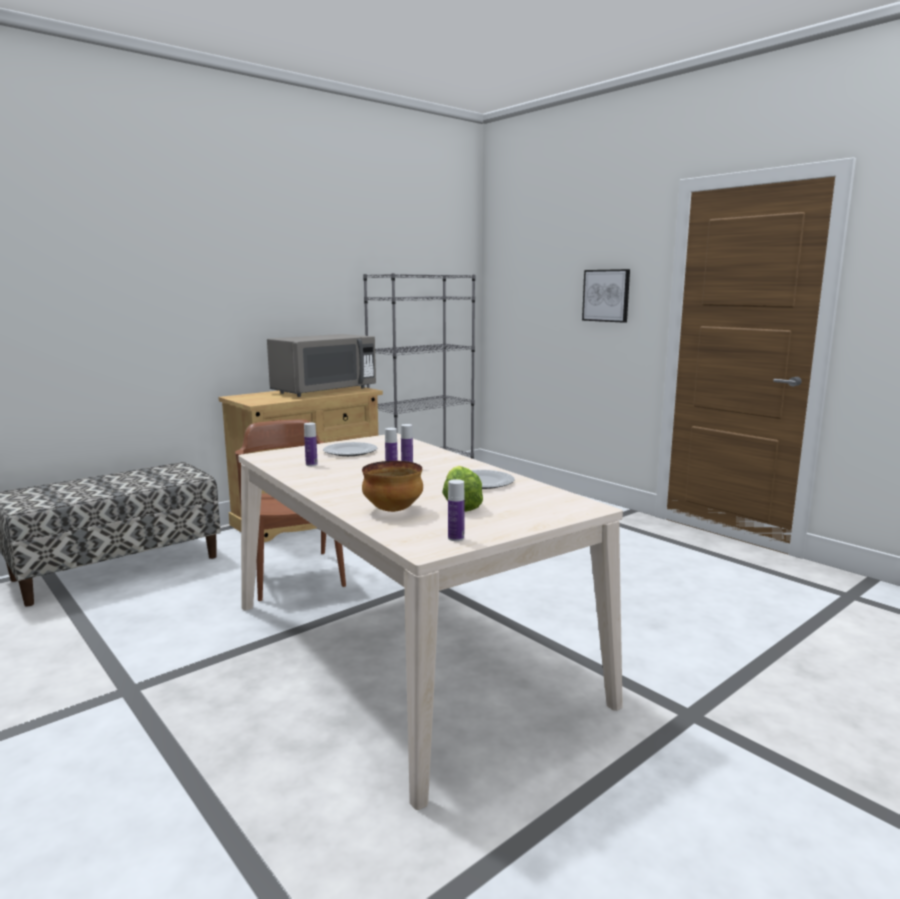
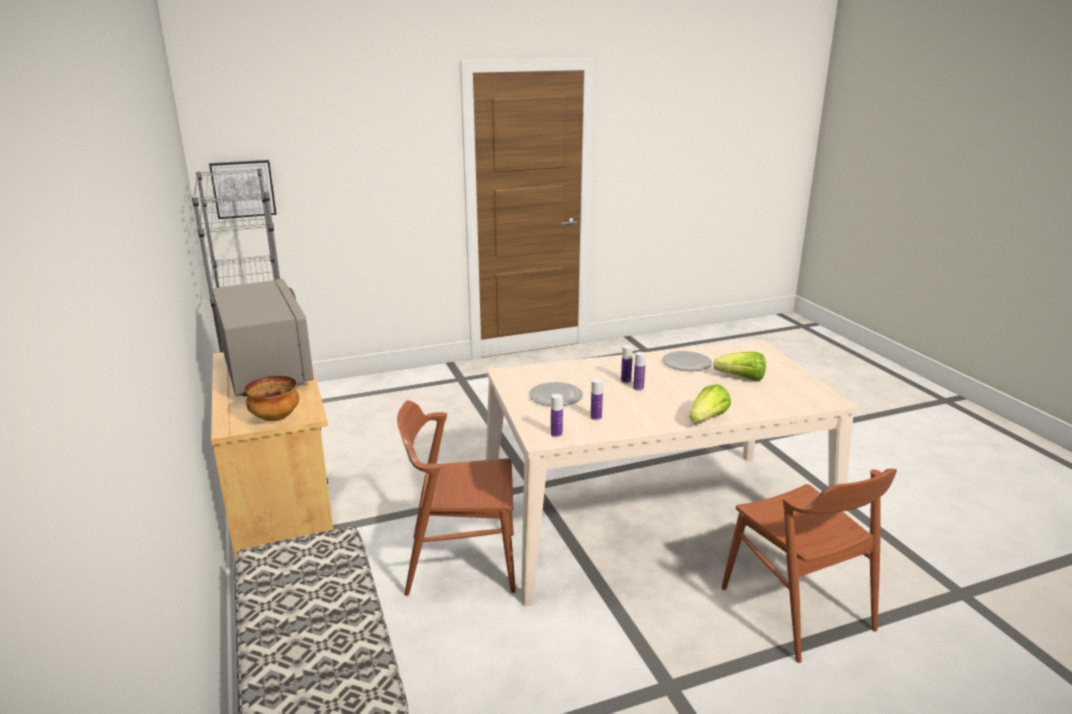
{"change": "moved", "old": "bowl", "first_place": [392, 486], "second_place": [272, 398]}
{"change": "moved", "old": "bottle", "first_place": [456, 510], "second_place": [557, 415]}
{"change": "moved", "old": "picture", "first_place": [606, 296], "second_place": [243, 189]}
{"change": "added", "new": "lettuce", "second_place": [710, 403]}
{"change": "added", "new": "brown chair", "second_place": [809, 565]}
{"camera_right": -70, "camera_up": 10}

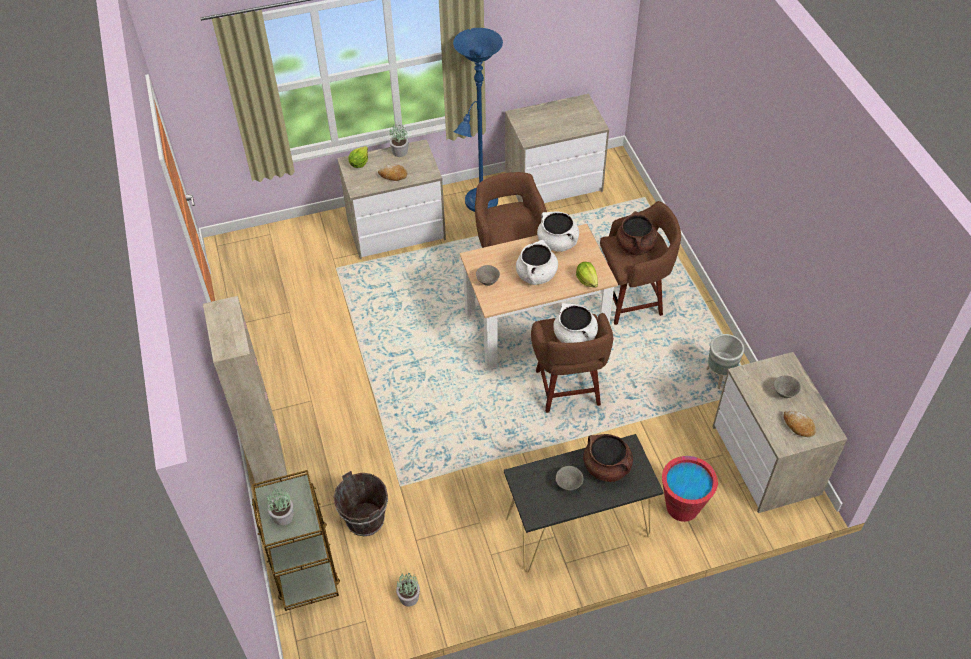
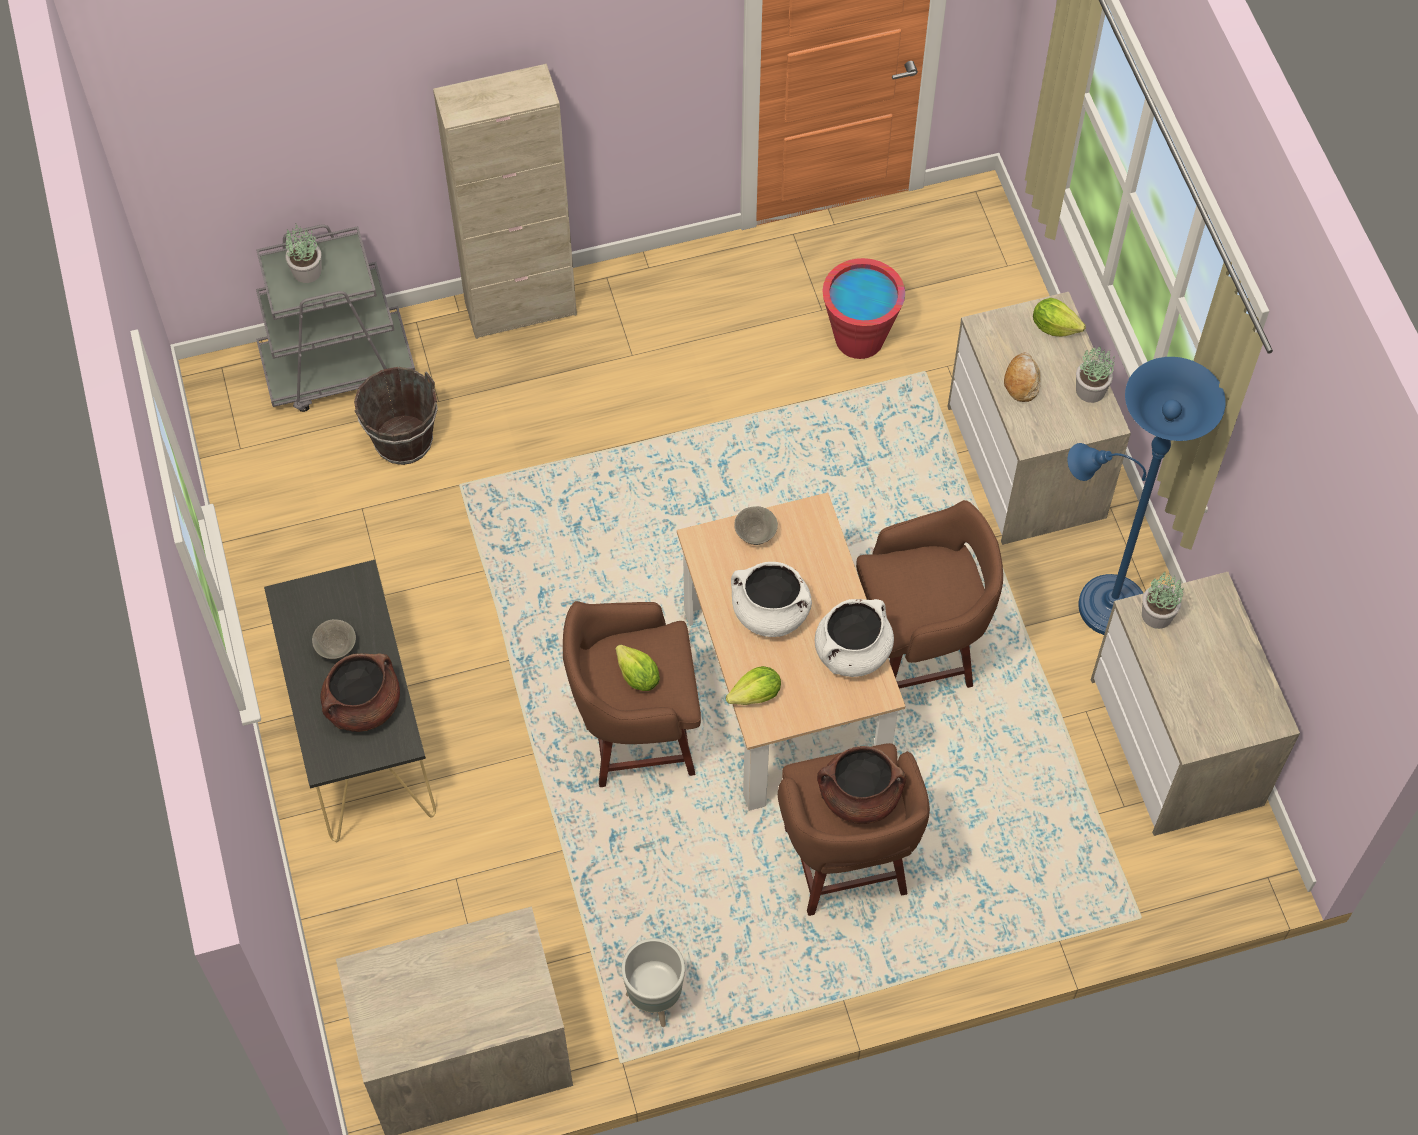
{"change": "recoloured", "old": "brown cart", "new": "grey cart", "first_place": [296, 540], "second_place": [335, 318]}
{"change": "moved", "old": "potted plant", "first_place": [408, 590], "second_place": [1163, 600]}
{"change": "replaced", "old": "white cooking pot", "new": "lettuce", "first_place": [575, 323], "second_place": [638, 667]}
{"change": "moved", "old": "red bucket", "first_place": [690, 489], "second_place": [864, 308]}
{"change": "removed", "old": "grey bowl", "first_place": [787, 386]}
{"change": "removed", "old": "bread", "first_place": [800, 424]}
{"camera_right": 90, "camera_up": 10}

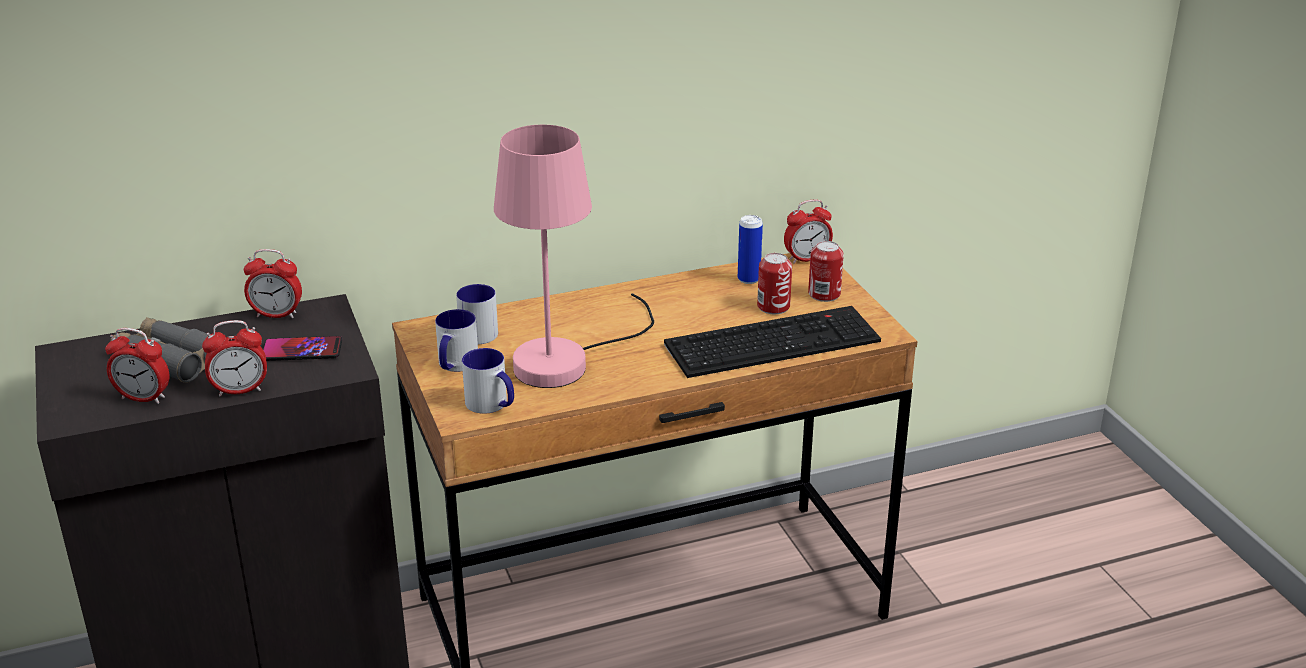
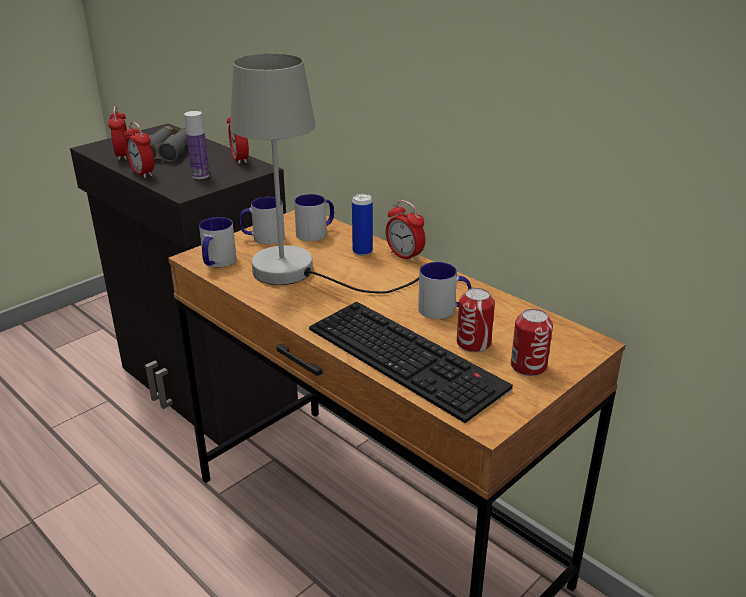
{"change": "replaced", "old": "phone", "new": "bottle", "first_place": [302, 348], "second_place": [197, 145]}
{"change": "recoloured", "old": "pink table lamp", "new": "grey table lamp", "first_place": [574, 256], "second_place": [324, 174]}
{"change": "moved", "old": "can", "first_place": [750, 249], "second_place": [362, 225]}
{"change": "moved", "old": "alarm clock", "first_place": [808, 231], "second_place": [406, 231]}
{"change": "added", "new": "mug", "second_place": [444, 290]}
{"camera_right": 65, "camera_up": 0}

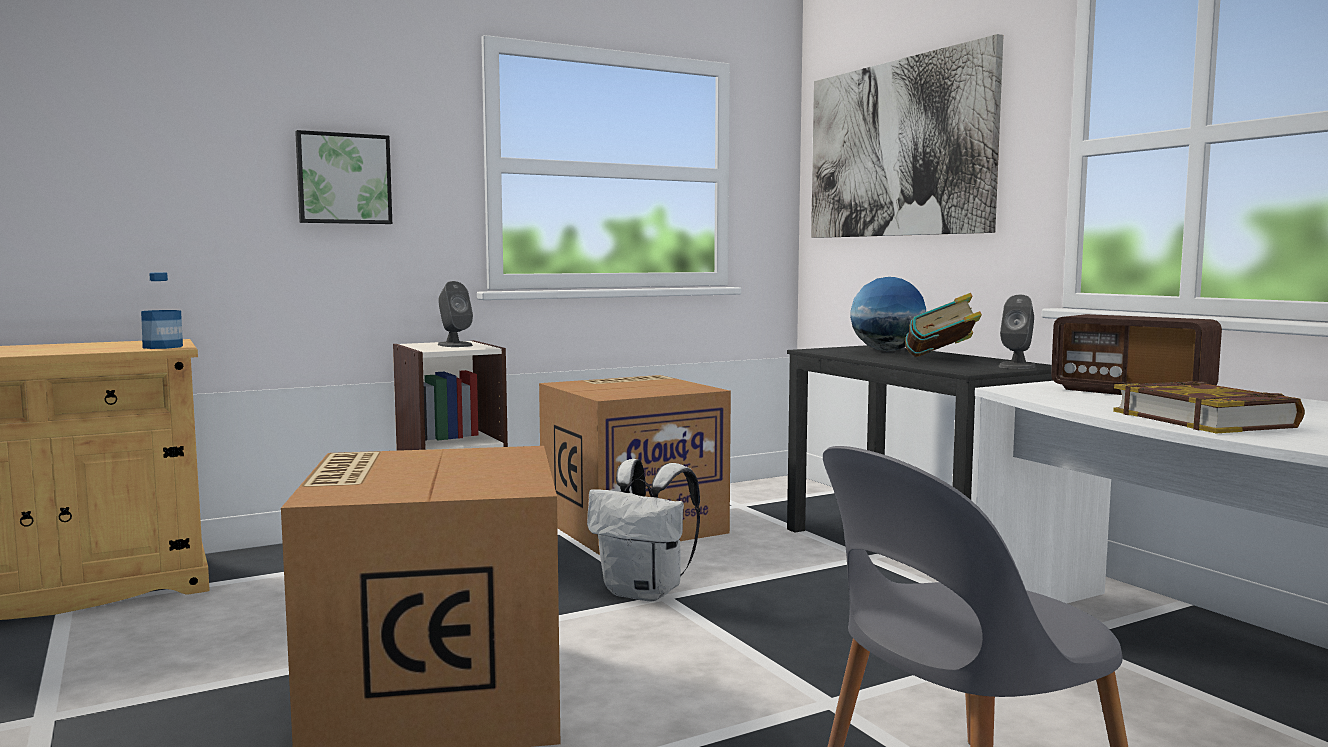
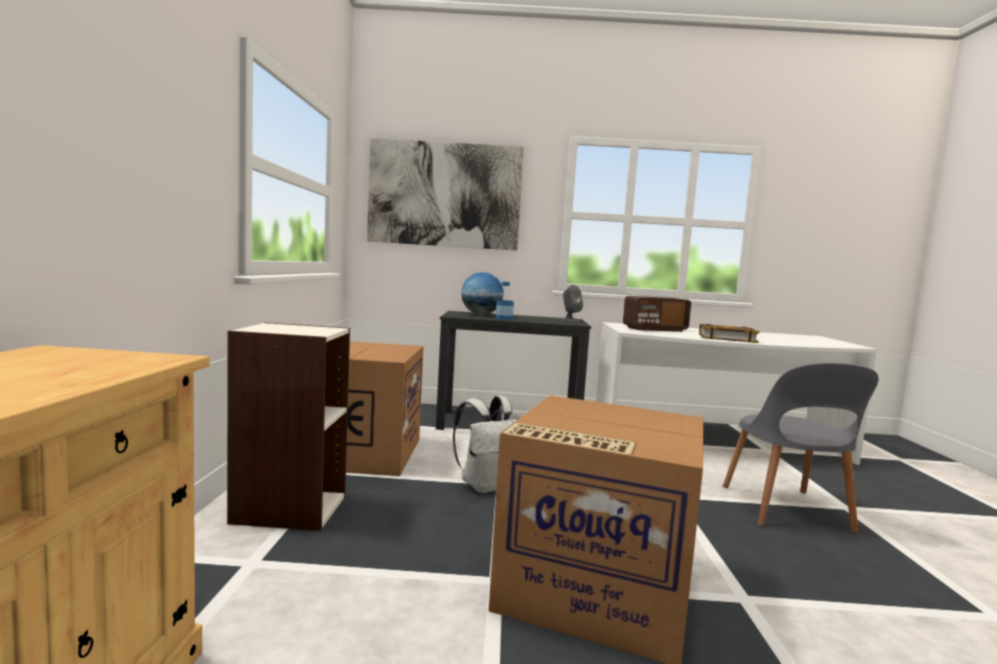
{"change": "moved", "old": "bottle", "first_place": [162, 310], "second_place": [505, 300]}
{"change": "removed", "old": "picture", "first_place": [343, 177]}
{"change": "removed", "old": "grey speaker", "first_place": [455, 314]}
{"change": "removed", "old": "book", "first_place": [943, 325]}
{"camera_right": -60, "camera_up": 0}

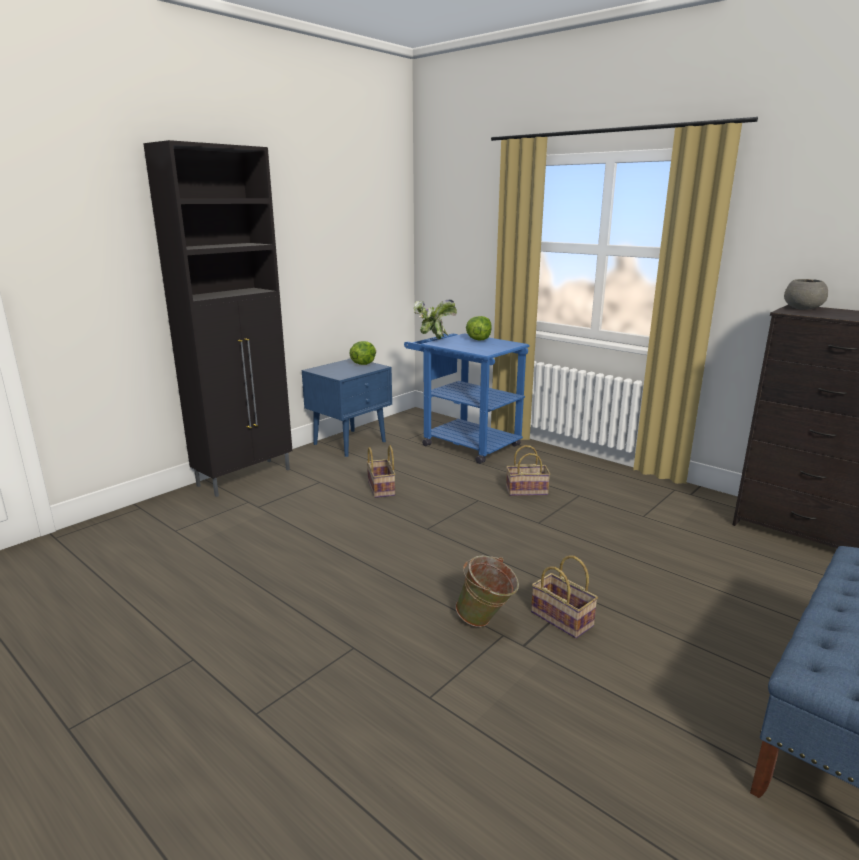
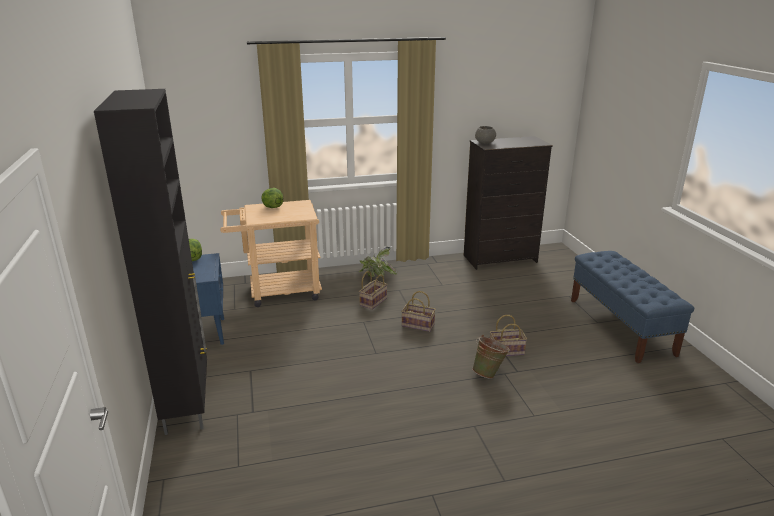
{"change": "moved", "old": "basket", "first_place": [381, 471], "second_place": [418, 311]}
{"change": "recoloured", "old": "blue cart", "new": "beige cart", "first_place": [467, 398], "second_place": [271, 253]}
{"change": "moved", "old": "potted plant", "first_place": [435, 319], "second_place": [378, 262]}
{"camera_right": -55, "camera_up": 5}

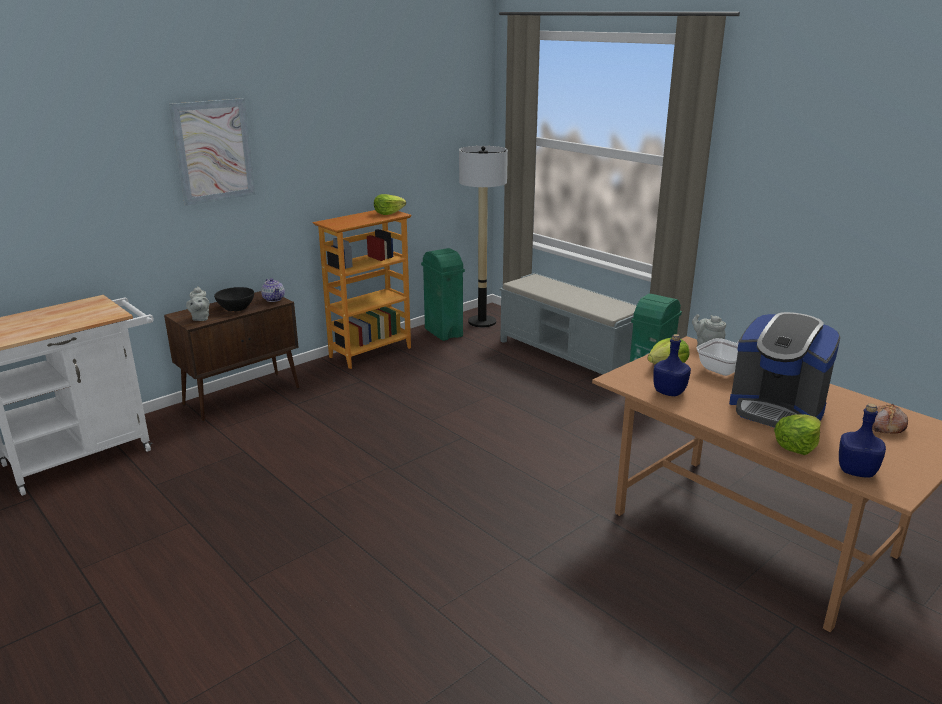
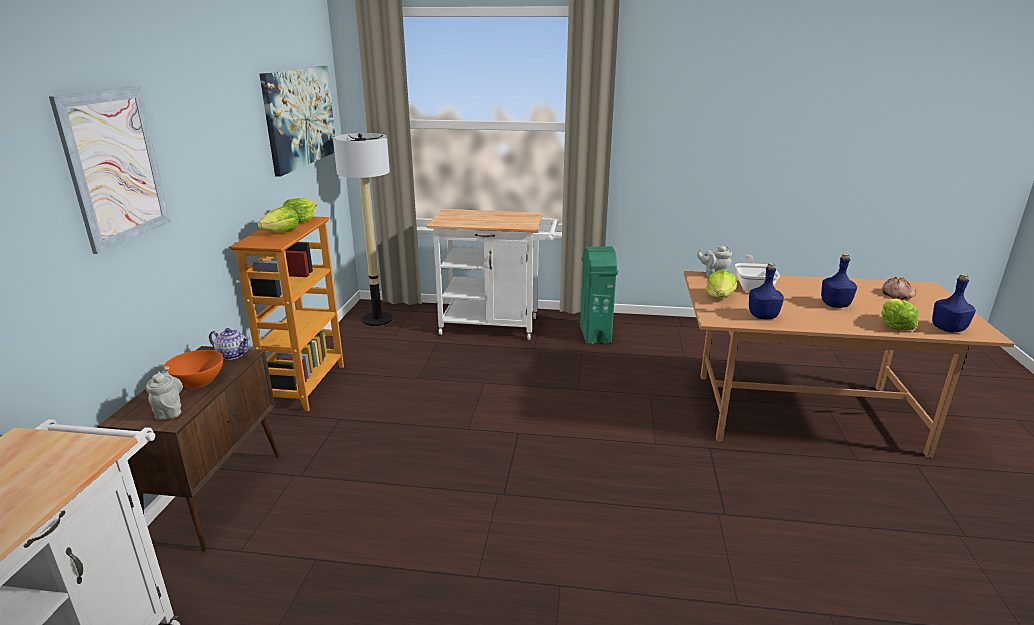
{"change": "turned", "old": "grey teapot", "first_place": [197, 303], "second_place": [164, 393], "degrees": -150}
{"change": "recoloured", "old": "black bowl", "new": "orange bowl", "first_place": [234, 299], "second_place": [193, 369]}
{"change": "removed", "old": "green trash can", "first_place": [443, 294]}
{"change": "replaced", "old": "grey bench", "new": "white cart", "first_place": [568, 324], "second_place": [493, 274]}
{"change": "replaced", "old": "coffee machine", "new": "blue bottle", "first_place": [785, 369], "second_place": [839, 281]}
{"change": "added", "new": "lettuce", "second_place": [278, 219]}
{"change": "added", "new": "picture", "second_place": [297, 121]}
{"camera_right": -40, "camera_up": 0}

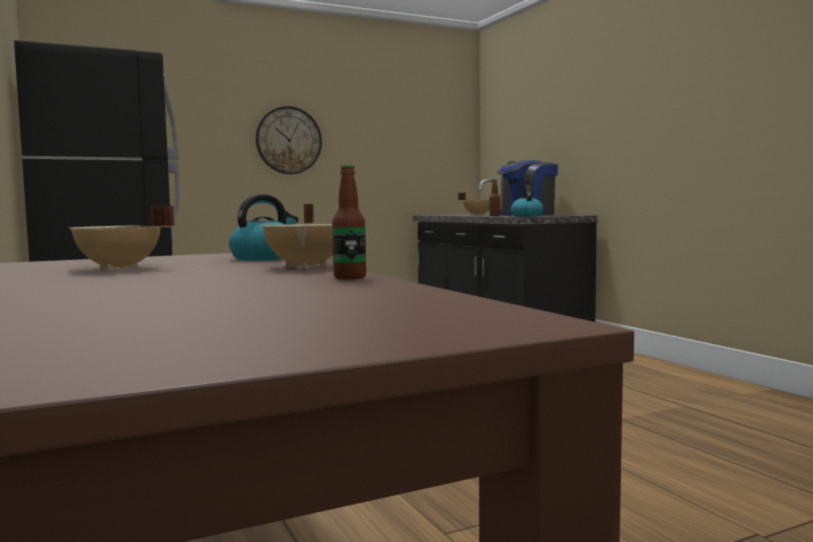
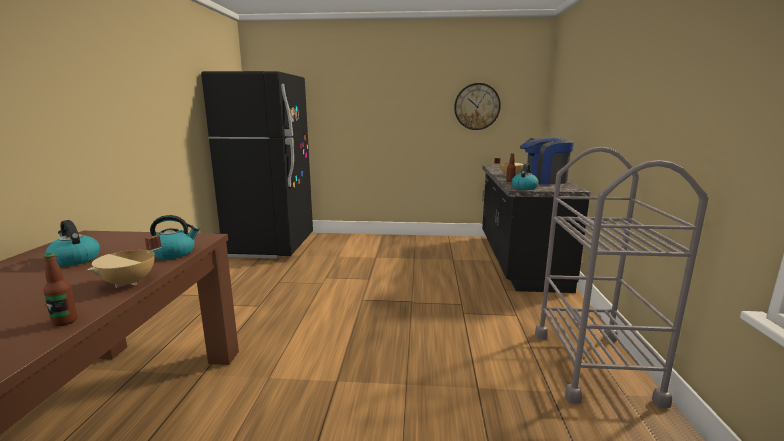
{"change": "replaced", "old": "beige cooking pot", "new": "kettle", "first_place": [121, 238], "second_place": [72, 243]}
{"change": "moved", "old": "wall clock", "first_place": [289, 140], "second_place": [477, 106]}
{"change": "added", "new": "grey cart", "second_place": [621, 278]}
{"camera_right": 30, "camera_up": 10}

